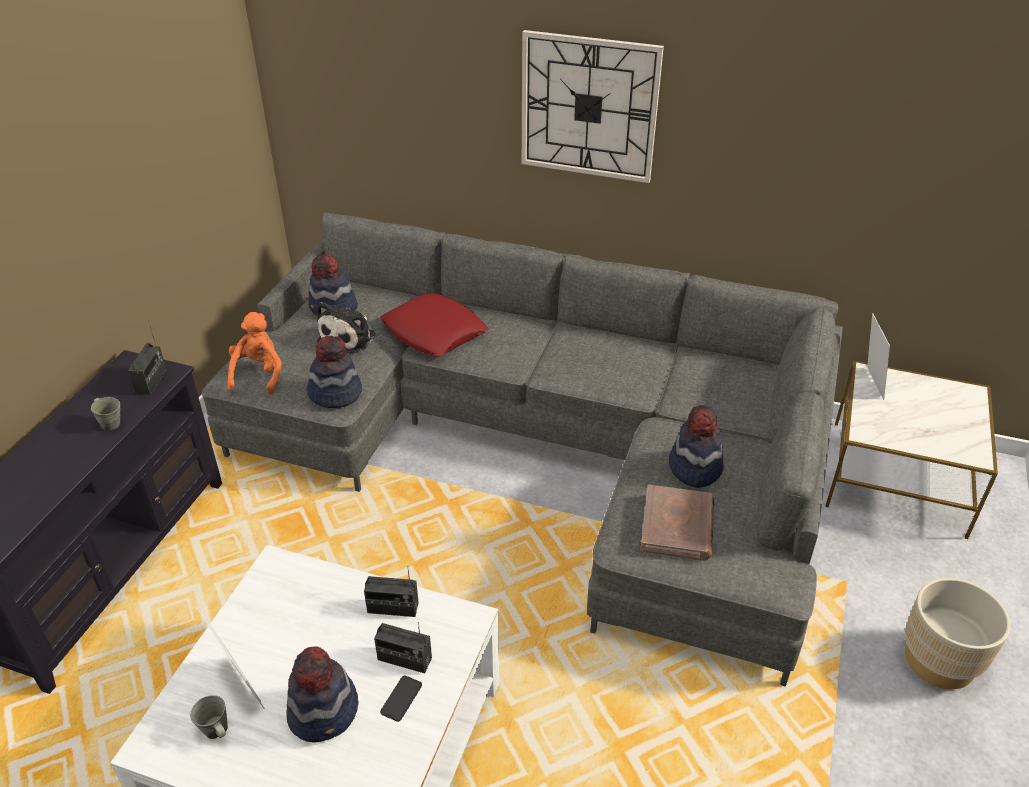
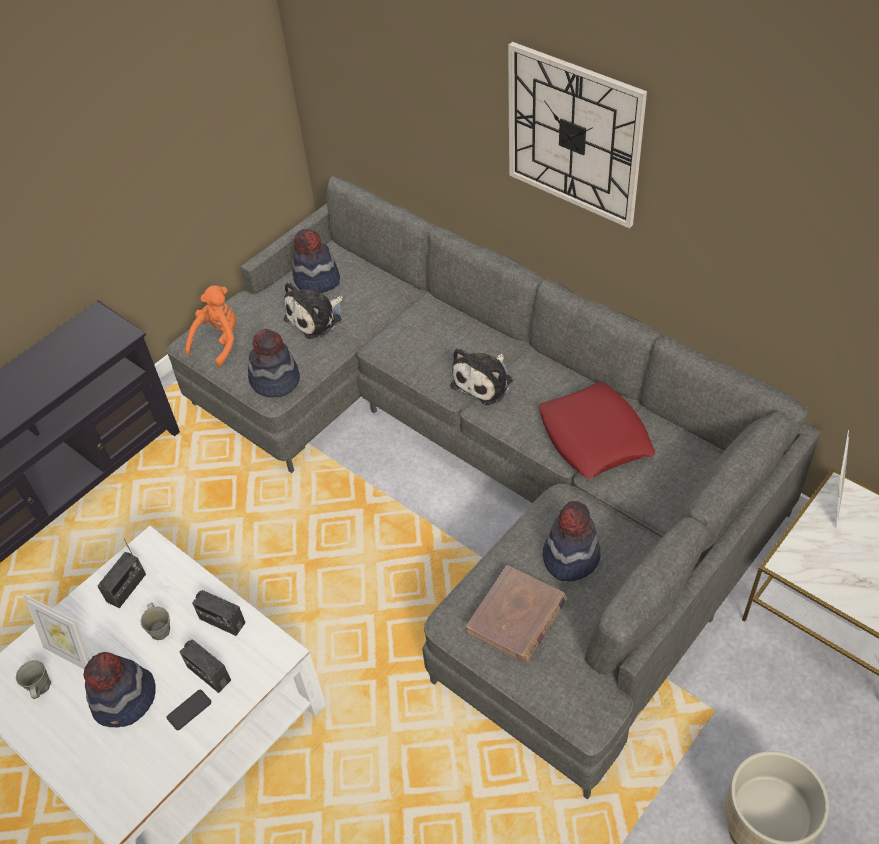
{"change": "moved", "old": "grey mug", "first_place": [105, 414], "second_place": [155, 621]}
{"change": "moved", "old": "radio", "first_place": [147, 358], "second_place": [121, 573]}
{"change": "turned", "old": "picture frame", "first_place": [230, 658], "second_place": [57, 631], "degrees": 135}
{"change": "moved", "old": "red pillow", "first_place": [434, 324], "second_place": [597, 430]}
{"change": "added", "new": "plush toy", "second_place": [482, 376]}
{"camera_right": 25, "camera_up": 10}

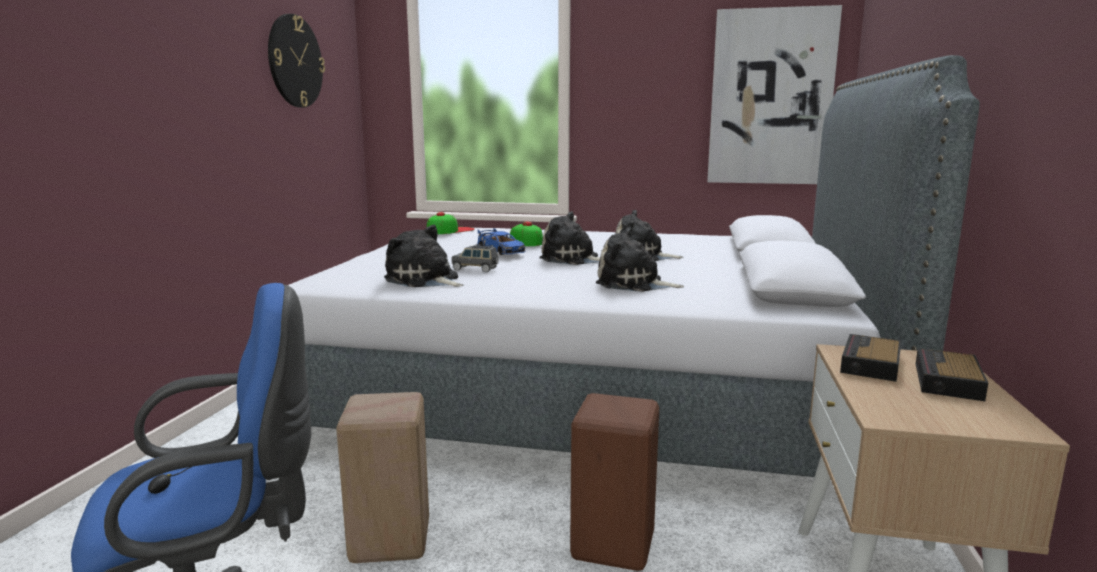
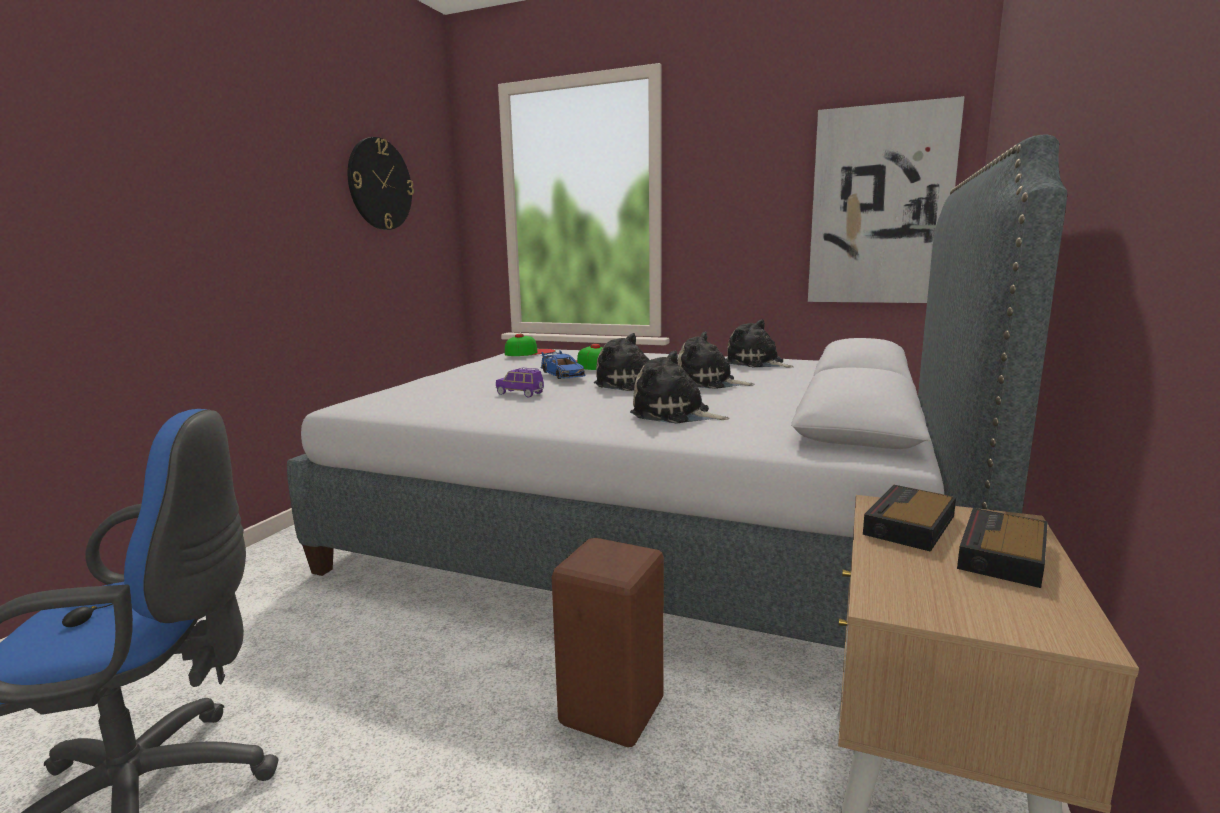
{"change": "removed", "old": "beige stool", "first_place": [382, 477]}
{"change": "moved", "old": "plush toy", "first_place": [423, 256], "second_place": [760, 343]}
{"change": "recoloured", "old": "grey toy car", "new": "purple toy car", "first_place": [475, 258], "second_place": [520, 382]}
{"camera_right": 10, "camera_up": 0}

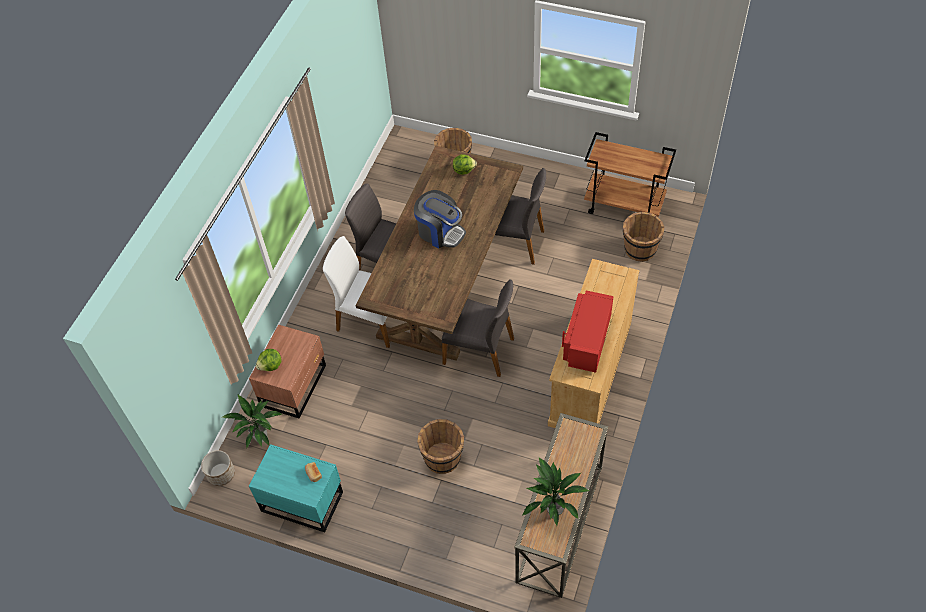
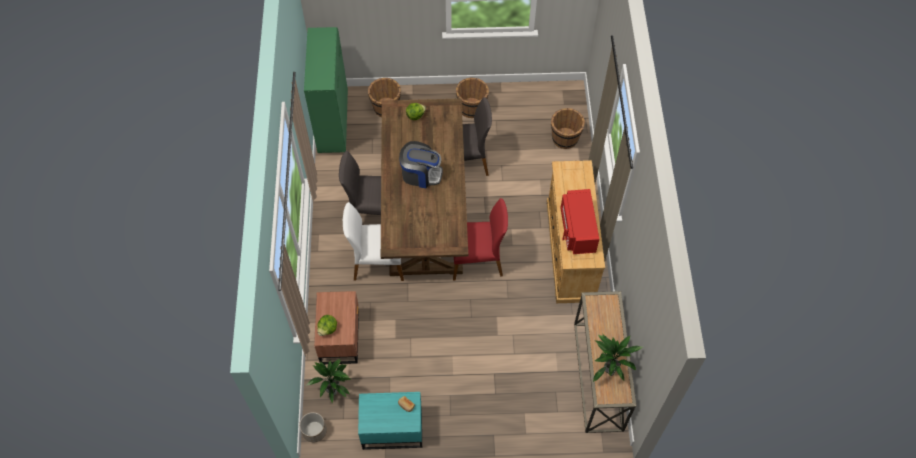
{"change": "moved", "old": "brown bucket", "first_place": [440, 446], "second_place": [472, 97]}
{"change": "recoloured", "old": "grey chair", "new": "red chair", "first_place": [478, 328], "second_place": [480, 239]}
{"change": "removed", "old": "brown cart", "first_place": [630, 174]}
{"change": "added", "new": "green cabinet", "second_place": [326, 90]}
{"camera_right": -25, "camera_up": 5}

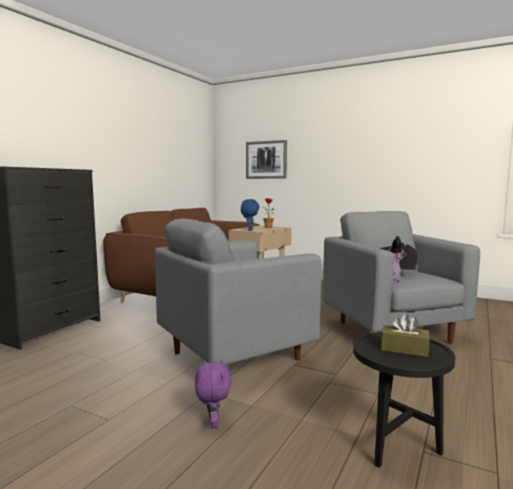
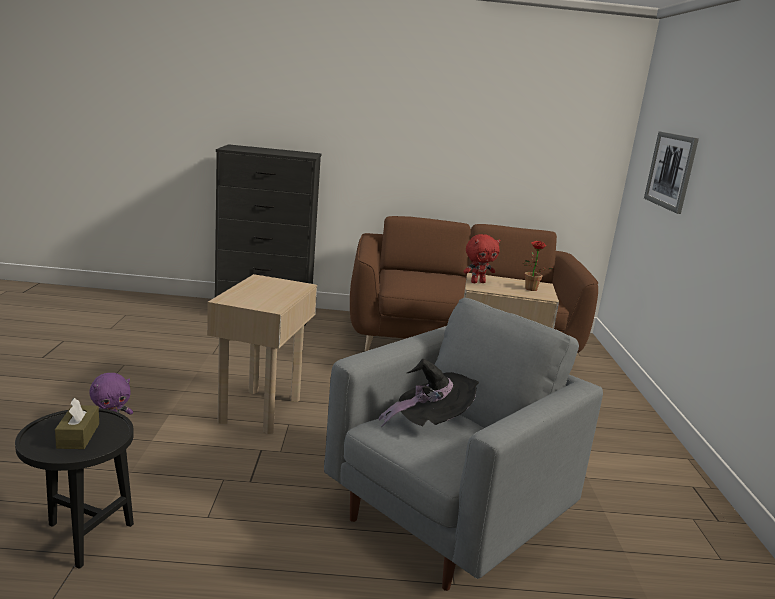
{"change": "replaced", "old": "grey armchair", "new": "beige side table", "first_place": [238, 292], "second_place": [262, 354]}
{"change": "recoloured", "old": "blue plush toy", "new": "red plush toy", "first_place": [250, 215], "second_place": [481, 258]}
{"camera_right": 60, "camera_up": 10}

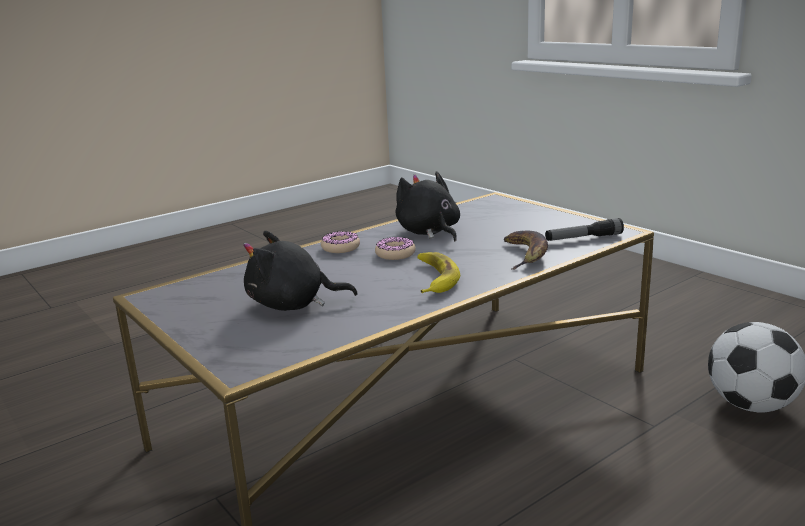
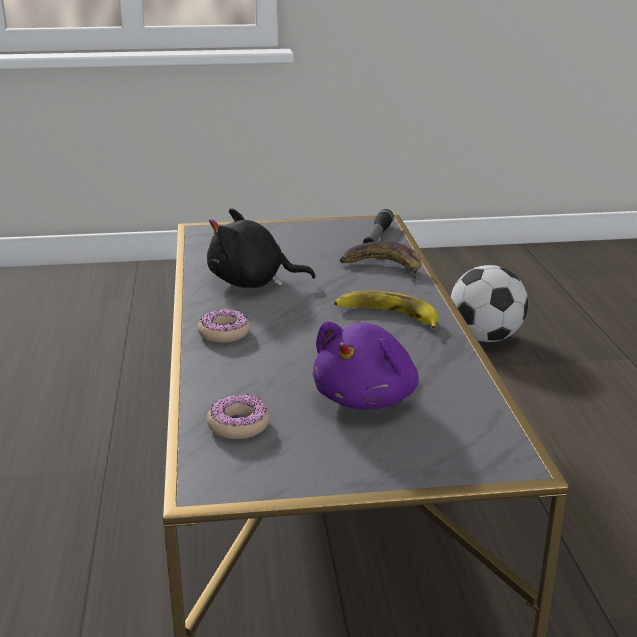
{"change": "recoloured", "old": "black plush toy", "new": "purple plush toy", "first_place": [300, 271], "second_place": [366, 365]}
{"change": "moved", "old": "donut", "first_place": [395, 248], "second_place": [238, 417]}
{"camera_right": -60, "camera_up": 5}

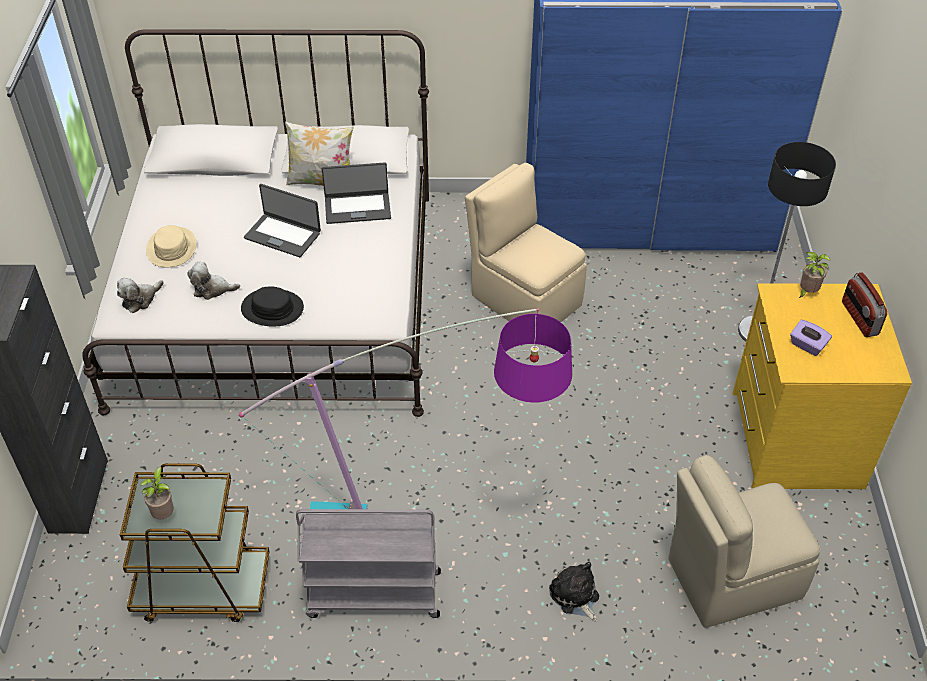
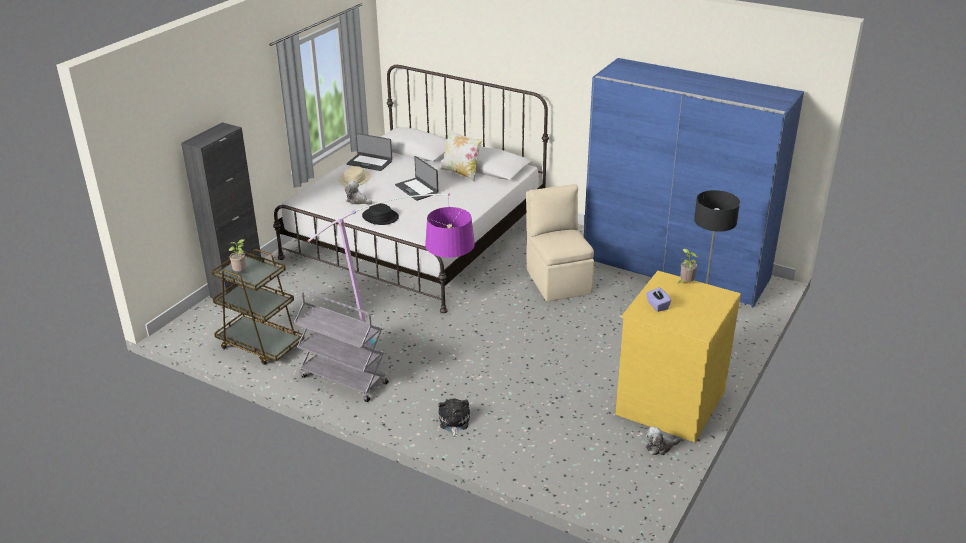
{"change": "moved", "old": "plush toy", "first_place": [140, 295], "second_place": [663, 440]}
{"change": "moved", "old": "laptop", "first_place": [356, 193], "second_place": [369, 152]}
{"change": "removed", "old": "beige chair", "first_place": [744, 541]}
{"change": "removed", "old": "radio", "first_place": [864, 304]}
{"camera_right": 30, "camera_up": -15}

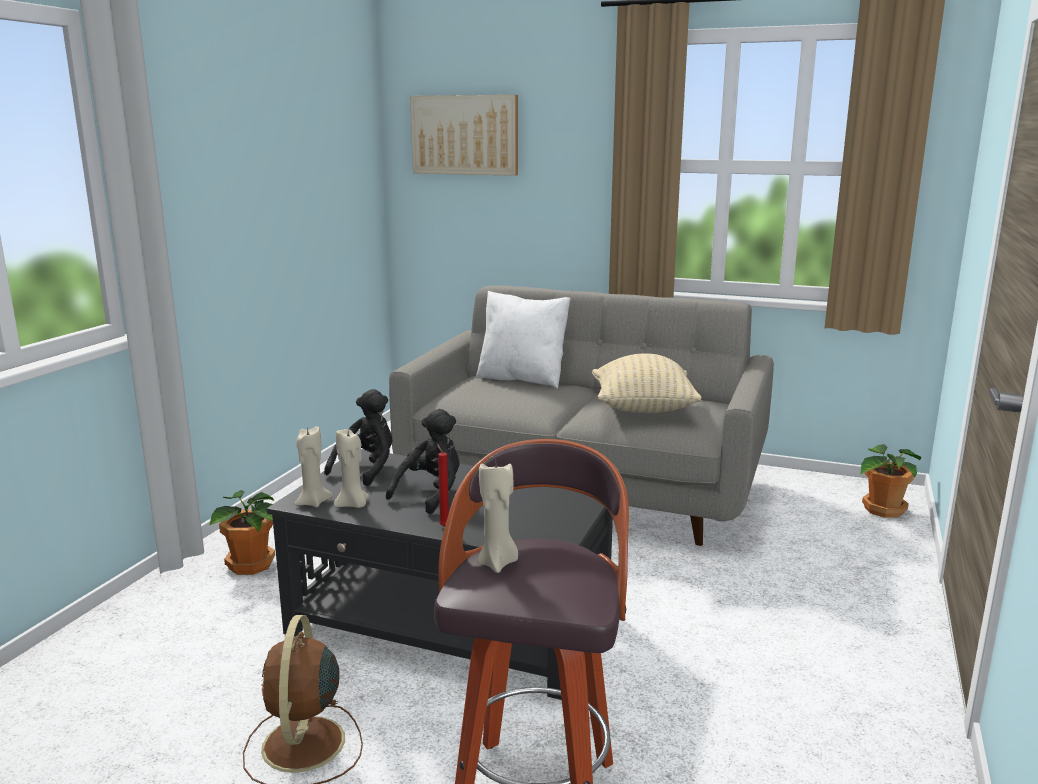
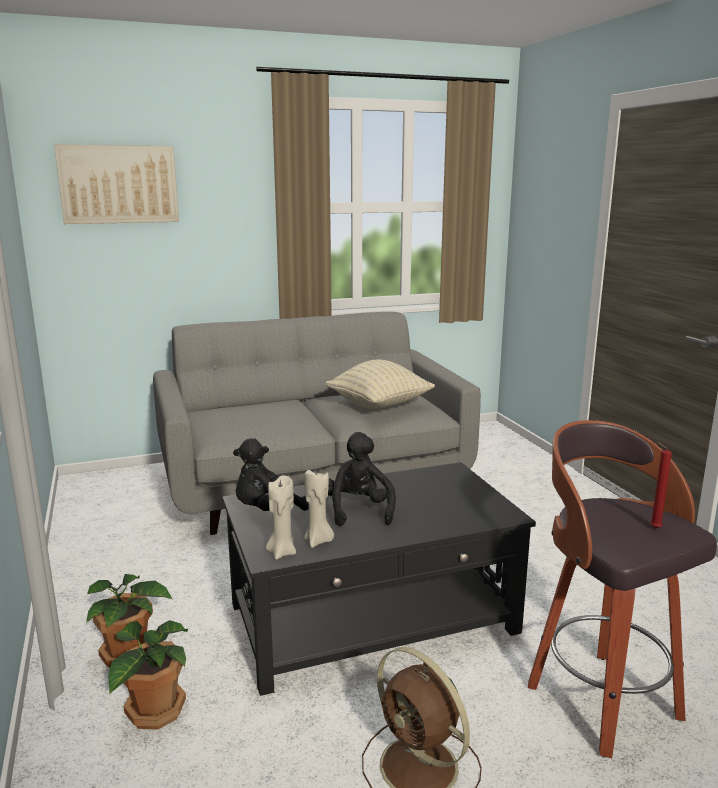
{"change": "turned", "old": "black plush toy", "first_place": [358, 437], "second_place": [270, 474], "degrees": -105}
{"change": "moved", "old": "red candle", "first_place": [443, 485], "second_place": [661, 485]}
{"change": "removed", "old": "white pillow", "first_place": [523, 339]}
{"change": "removed", "old": "beige candle", "first_place": [497, 518]}
{"change": "moved", "old": "potted plant", "first_place": [891, 481], "second_place": [148, 675]}
{"camera_right": -40, "camera_up": 0}

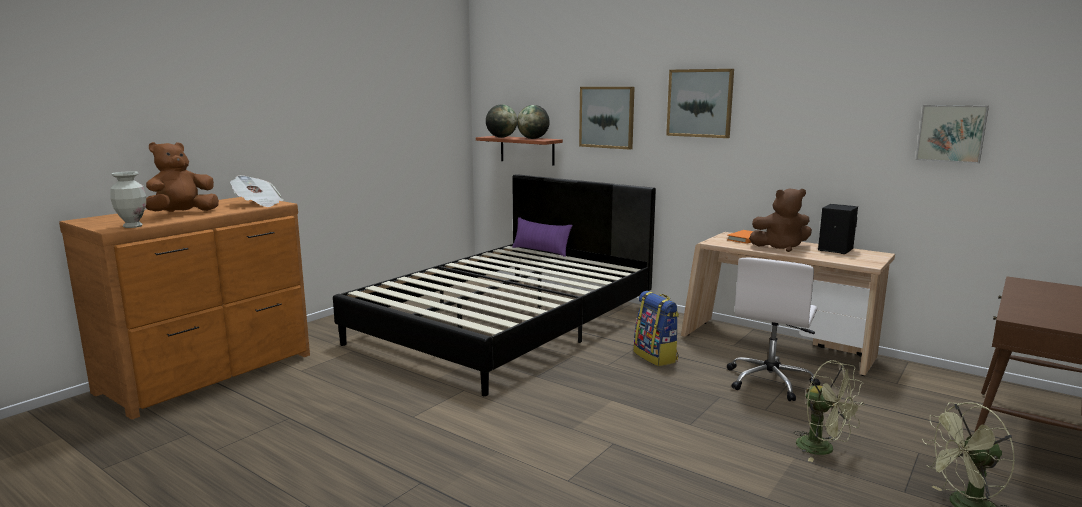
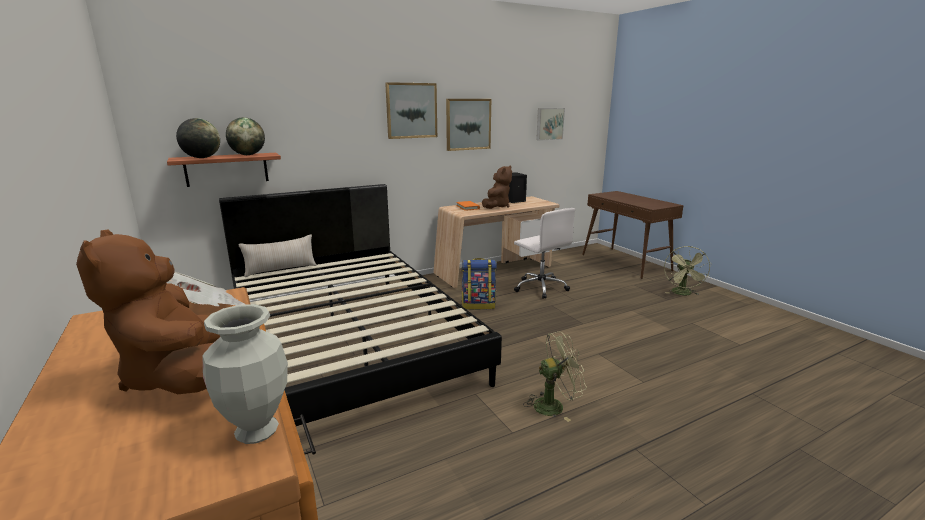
{"change": "recoloured", "old": "purple pillow", "new": "beige pillow", "first_place": [542, 237], "second_place": [278, 255]}
{"change": "moved", "old": "picture", "first_place": [606, 118], "second_place": [468, 125]}
{"change": "moved", "old": "green fan", "first_place": [829, 411], "second_place": [555, 376]}
{"camera_right": -65, "camera_up": 5}

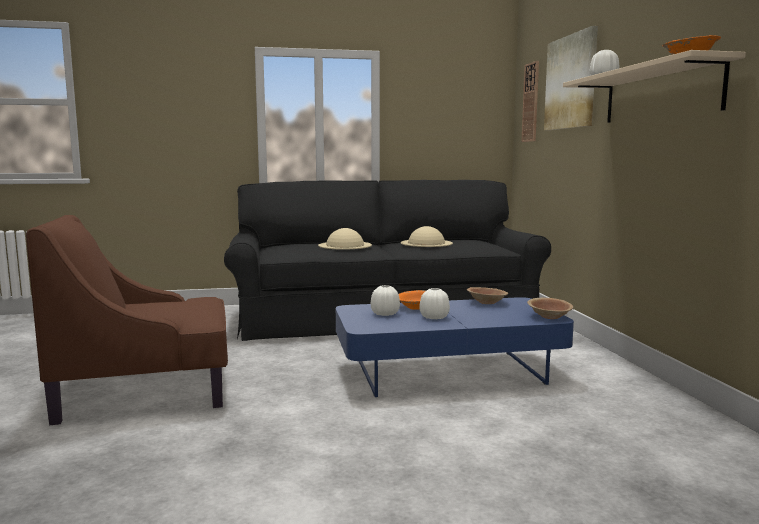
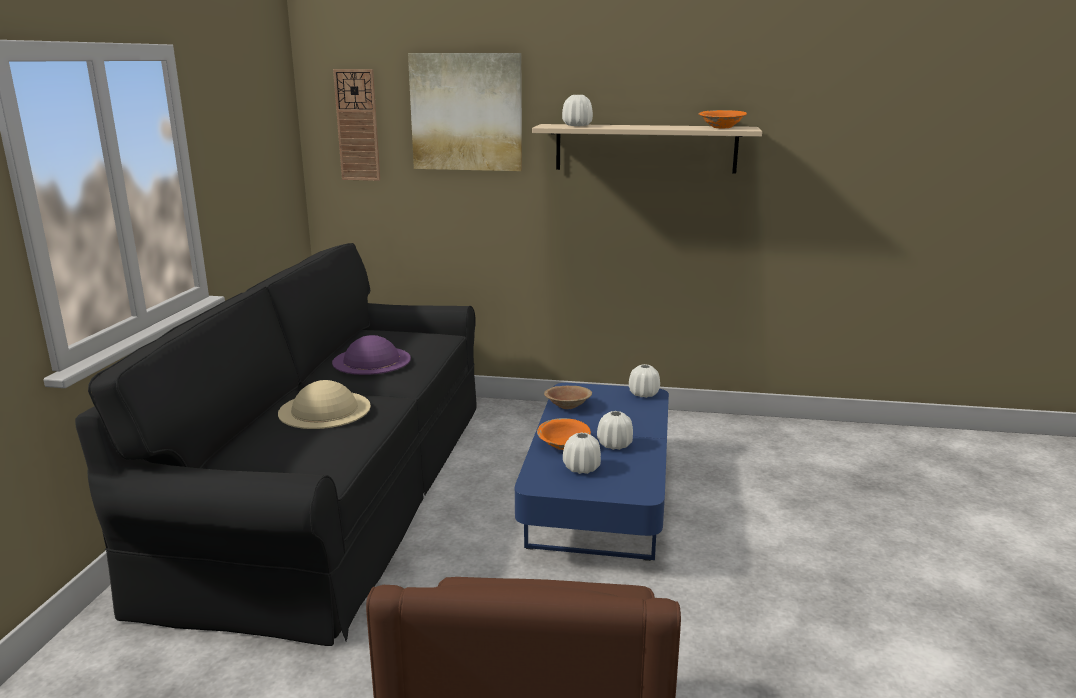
{"change": "recoloured", "old": "beige hat", "new": "purple hat", "first_place": [427, 236], "second_place": [371, 355]}
{"change": "replaced", "old": "brown bowl", "new": "white vase", "first_place": [550, 308], "second_place": [644, 381]}
{"camera_right": -70, "camera_up": 10}

